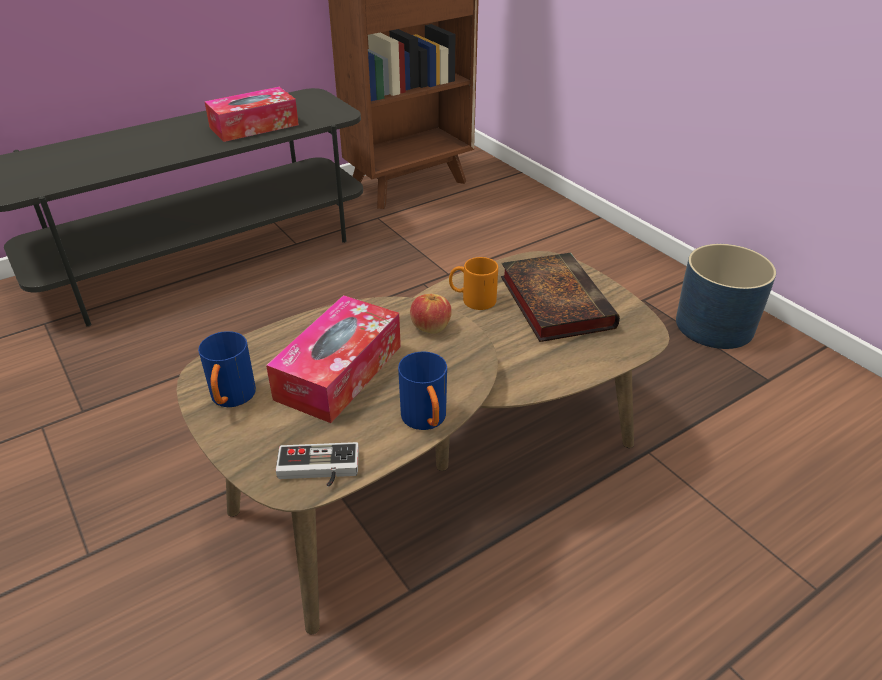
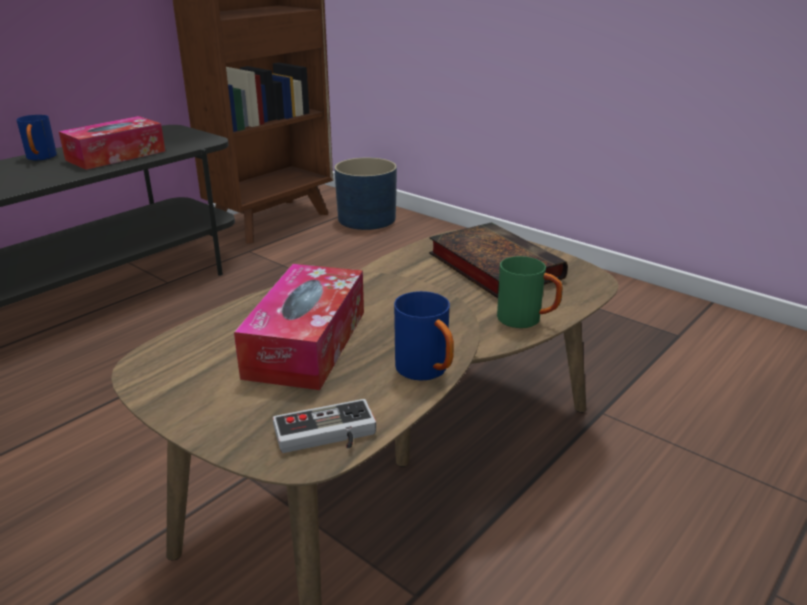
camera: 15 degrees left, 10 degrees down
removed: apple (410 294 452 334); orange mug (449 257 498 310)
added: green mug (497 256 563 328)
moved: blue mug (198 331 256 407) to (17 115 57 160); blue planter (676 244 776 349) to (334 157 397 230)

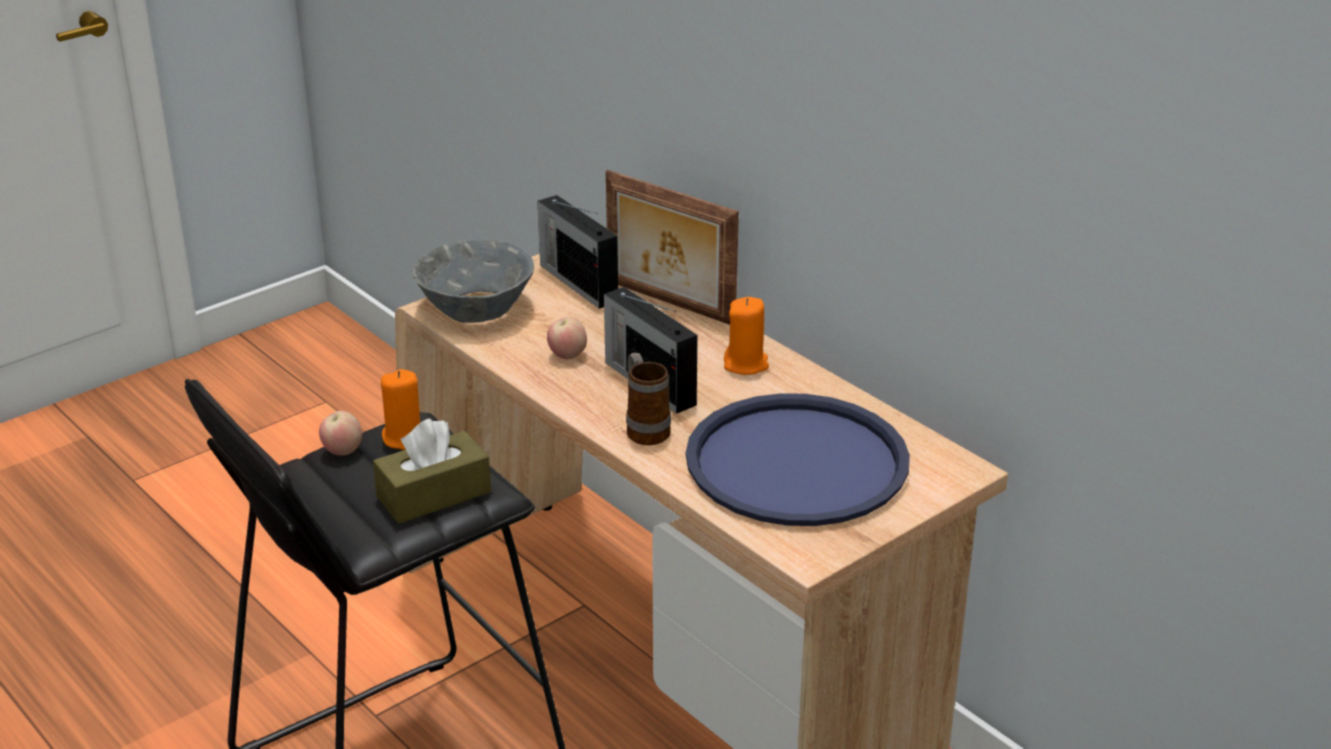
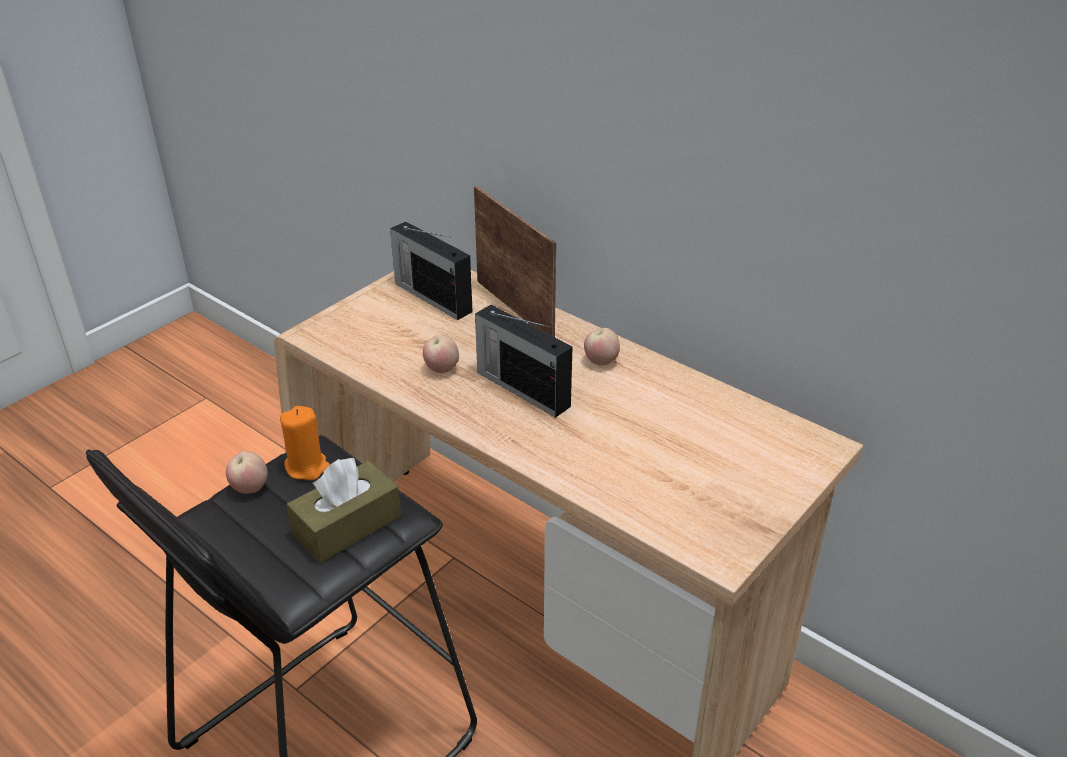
camera: 10 degrees left, 5 degrees up
removed: grey bowl (413 240 534 323); mug (626 353 671 445); blue tray (686 393 910 526)
replaced: orange candle (724 297 769 375) to apple (584 328 620 366)
turned: picture frame (606 170 739 325) = (474 186 556 337) 150 degrees counterclockwise

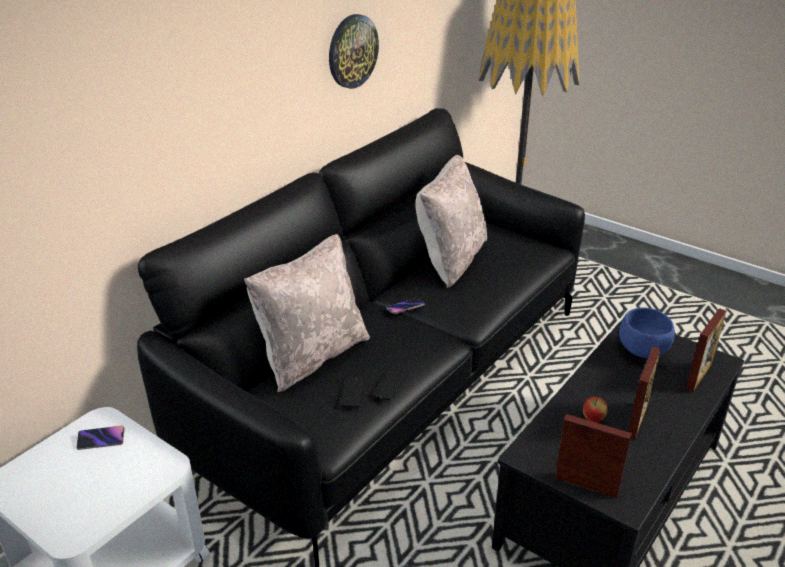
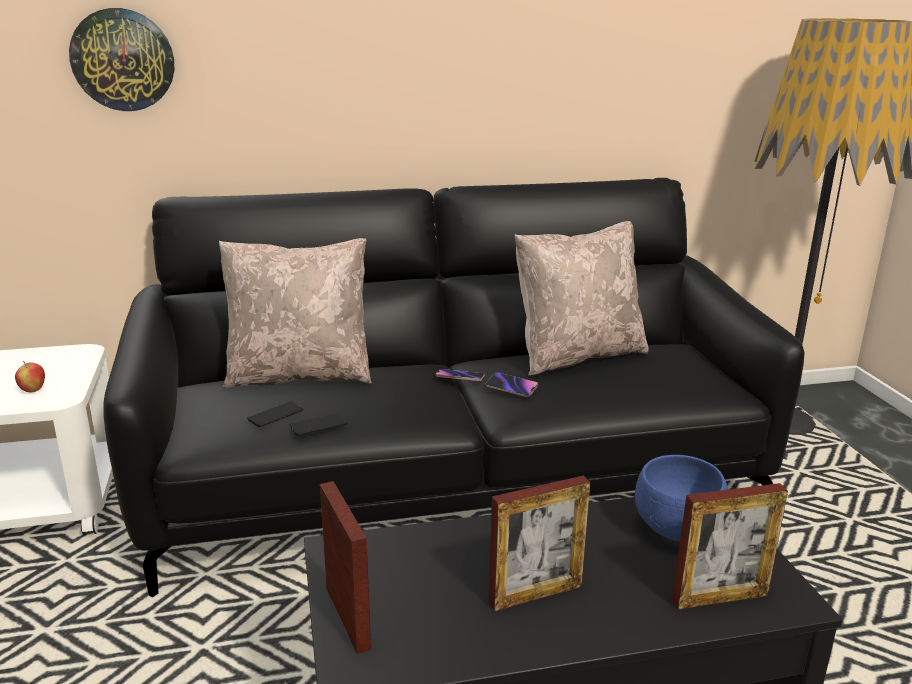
camera: 40 degrees right, 10 degrees down
moved: phone (76 426 125 450) to (486 372 538 397); wall clock (329 14 379 89) to (69 8 174 111); apple (583 397 608 423) to (15 361 45 392)

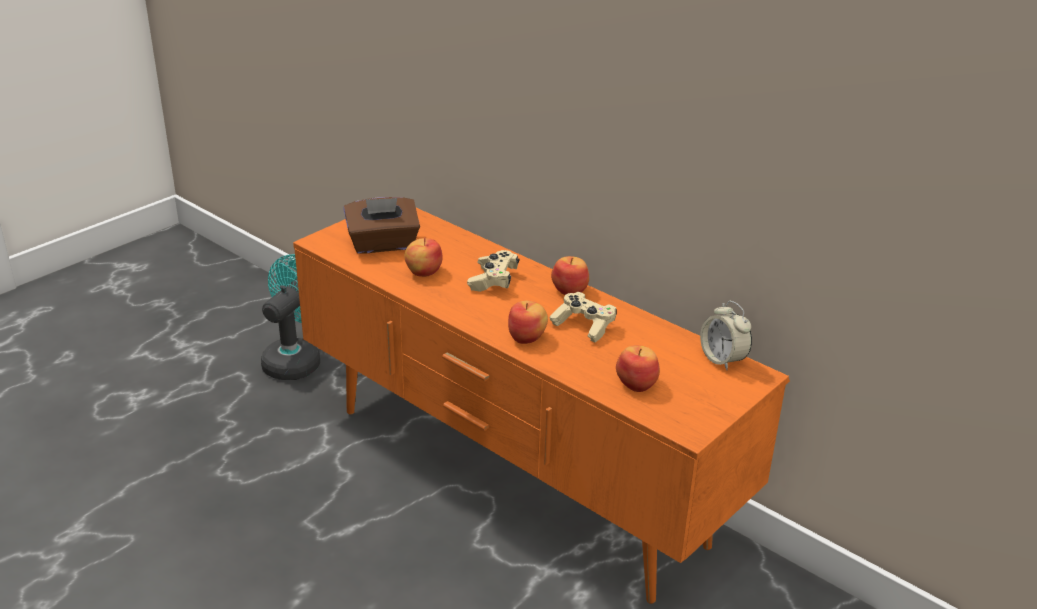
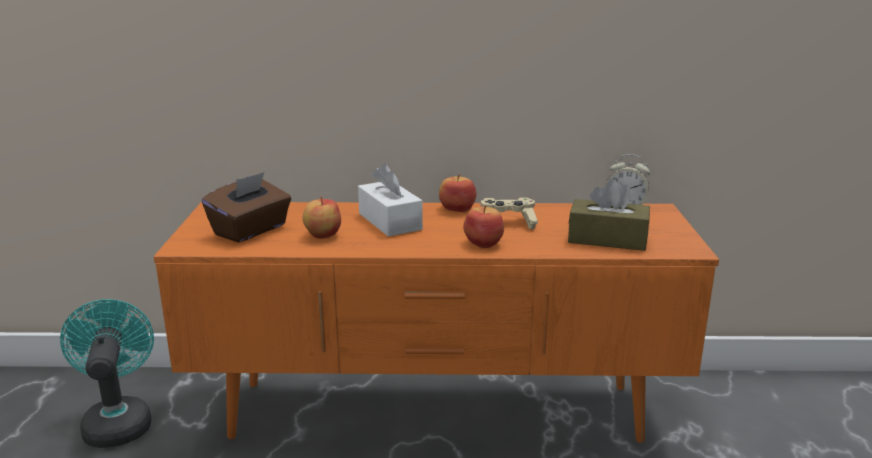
camera: 40 degrees left, 10 degrees down
replaced: beige game controller (467 250 519 292) to white tissue box (358 164 423 237); apple (616 345 660 392) to brown tissue box (568 179 650 251)

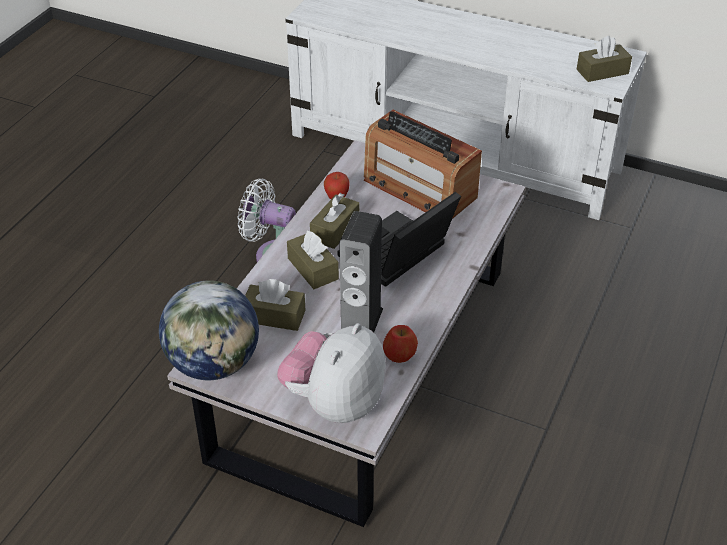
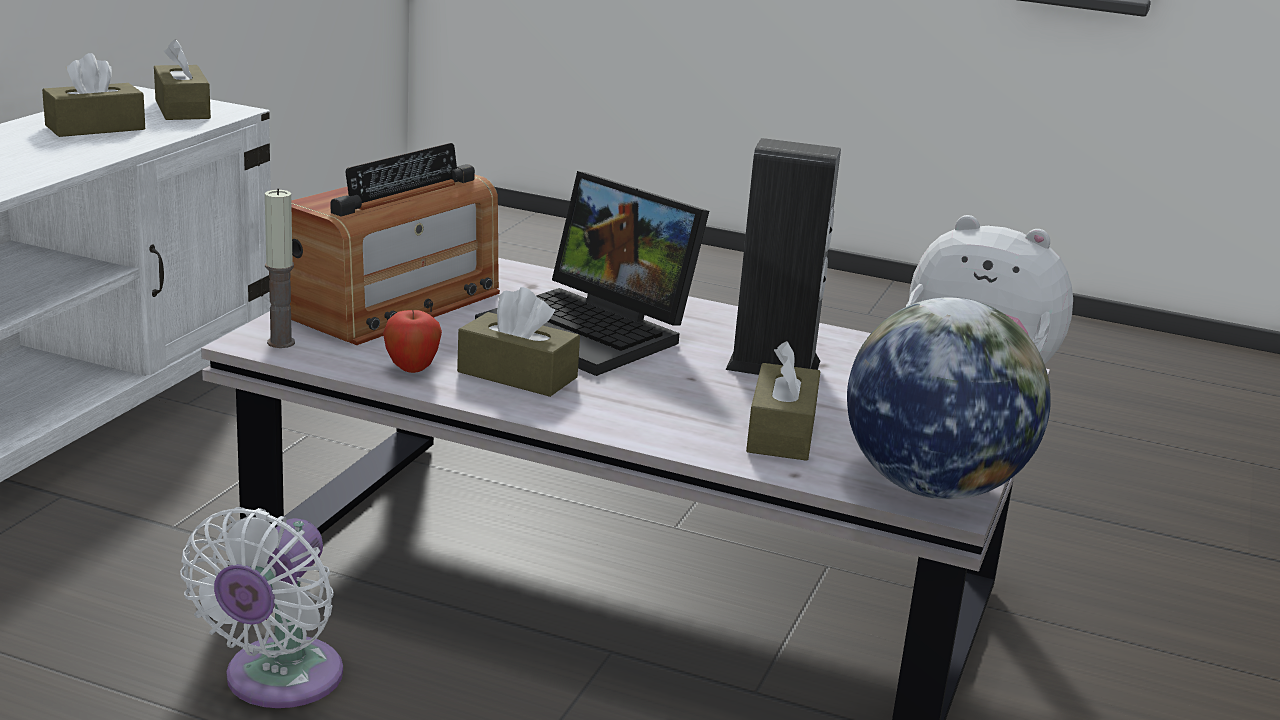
camera: 95 degrees left, 20 degrees down
removed: apple (383 325 418 363)
added: candle (265 188 295 348)
moved: brown tissue box (287 231 339 289) to (42 53 145 137)

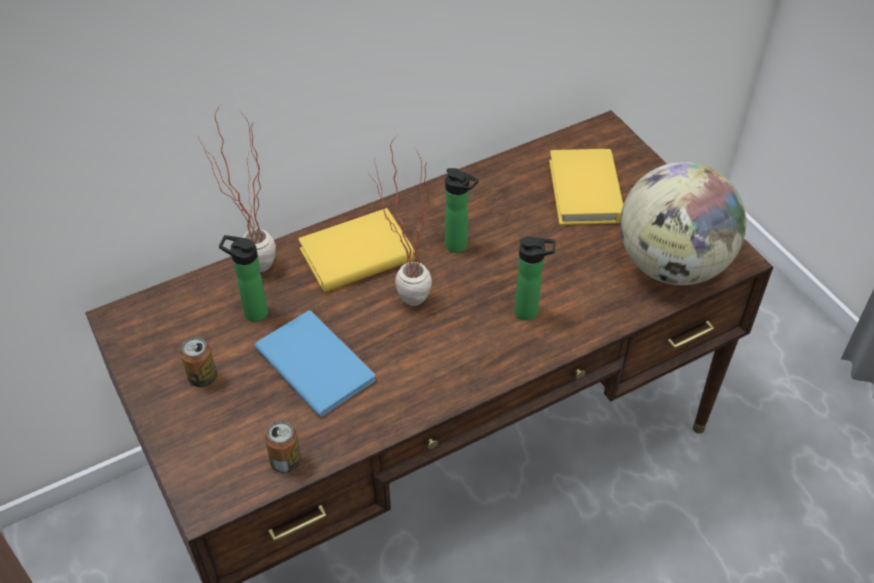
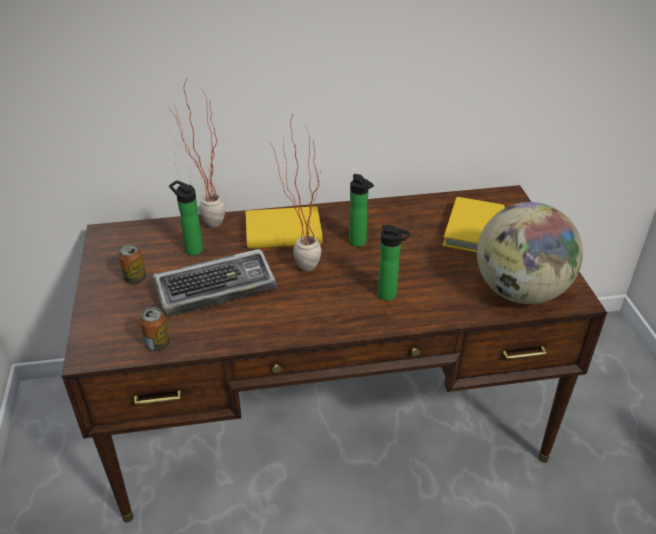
camera: 20 degrees right, 10 degrees down
replaced: blue book (254 310 375 417) to keyboard (152 249 276 317)

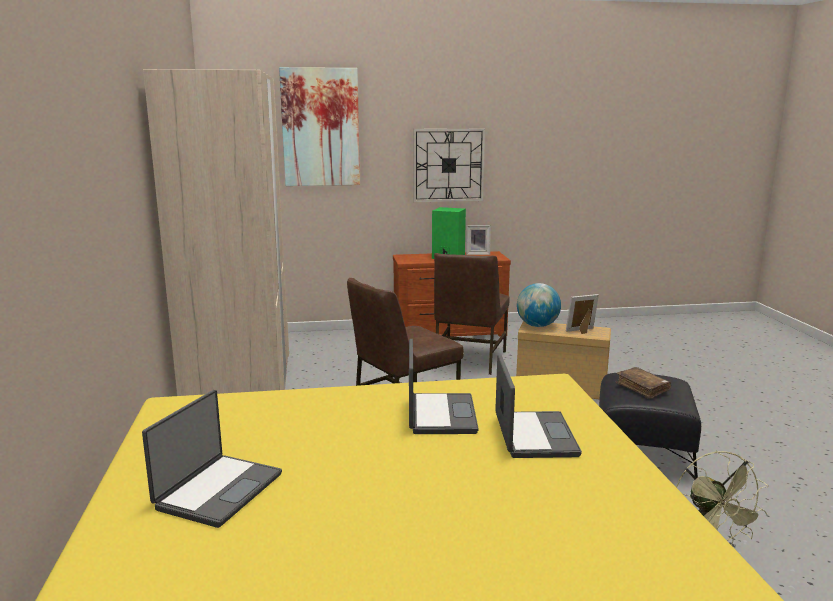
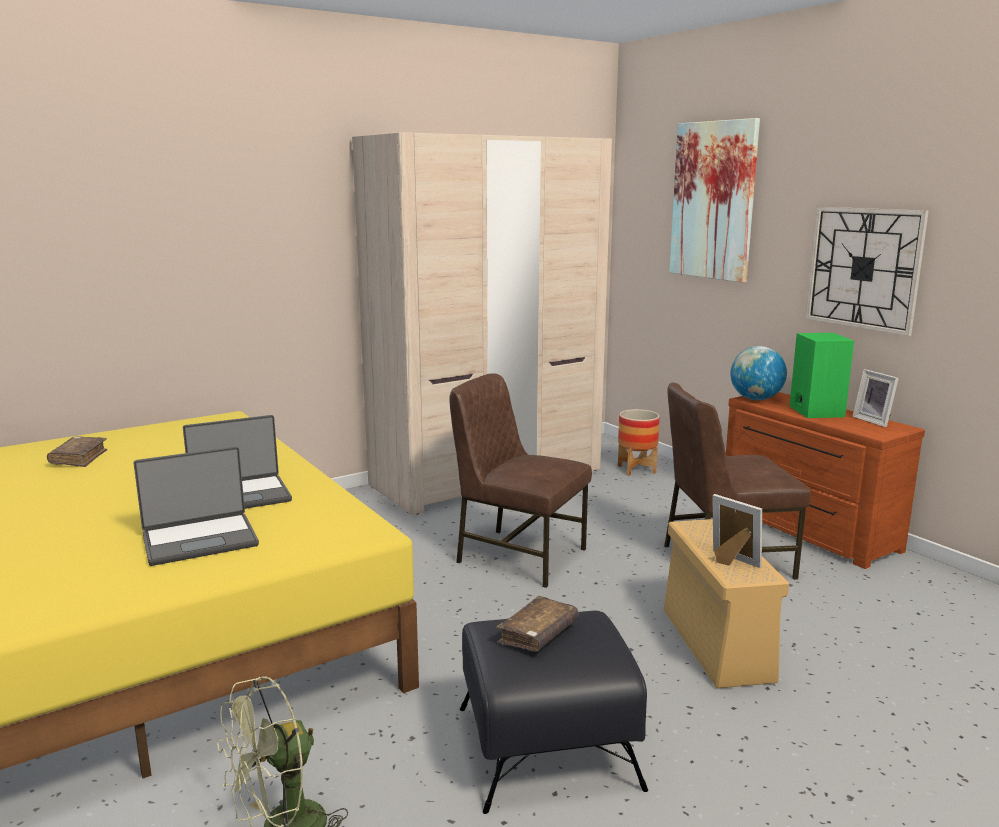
camera: 65 degrees right, 0 degrees up
added: planter (618 409 660 476)
moved: globe (517 283 561 327) to (730 346 787 400)
replaced: laptop (142 390 282 528) to brown book (47 436 107 467)

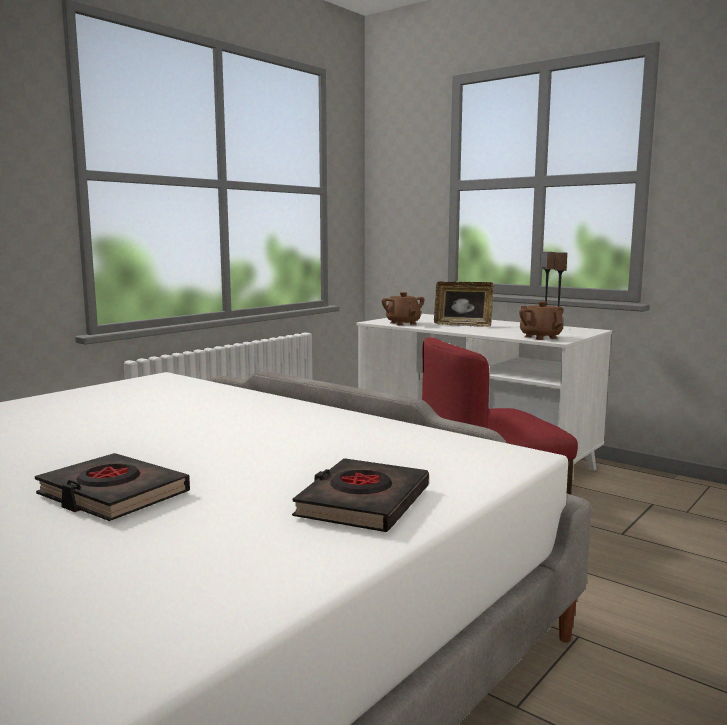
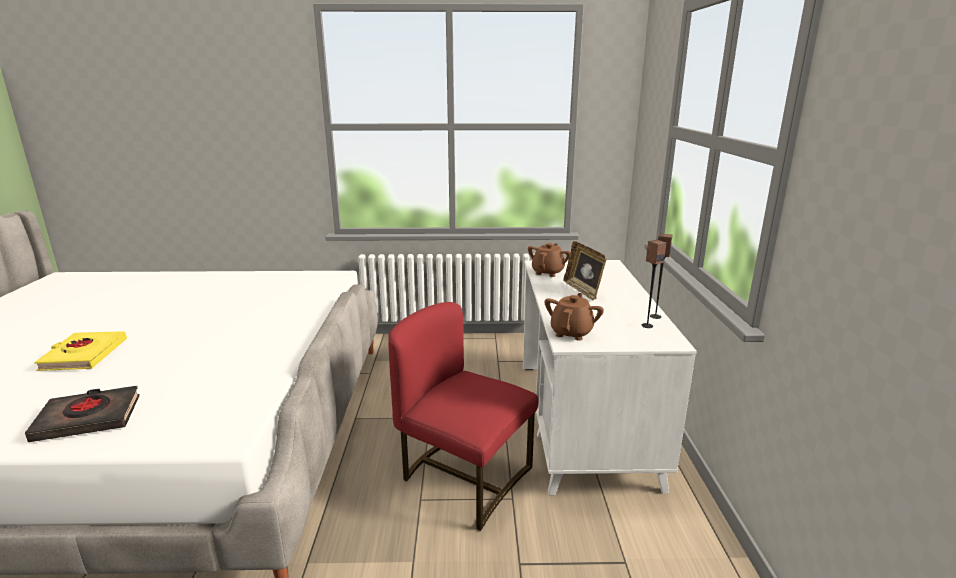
camera: 50 degrees right, 10 degrees up
recoloured: black book (35 453 190 521) to yellow book (34 331 127 371)

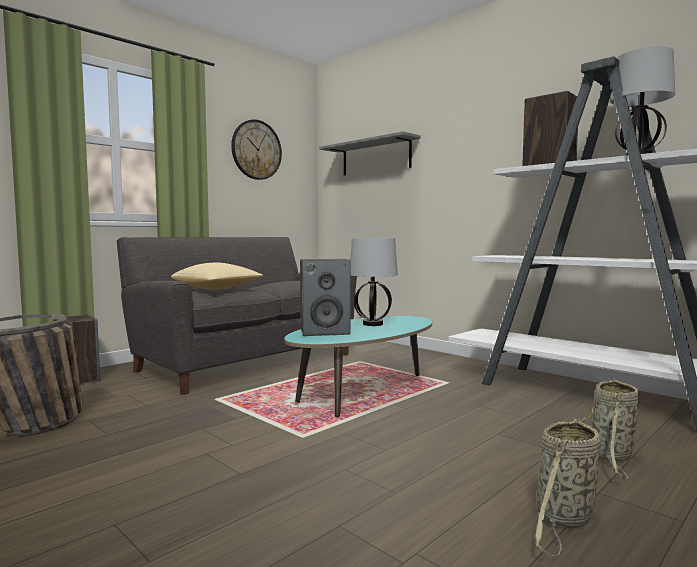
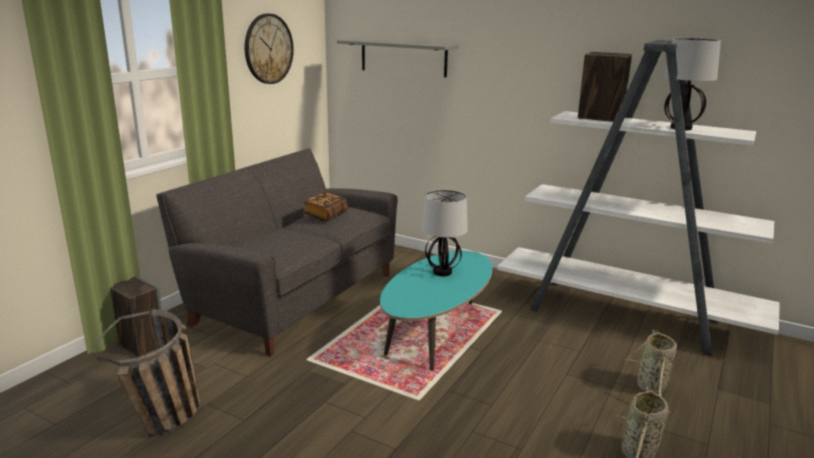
camera: 15 degrees left, 15 degrees up
removed: pillow (171 263 263 290); speaker (300 259 350 336)
added: book (304 192 348 222)

